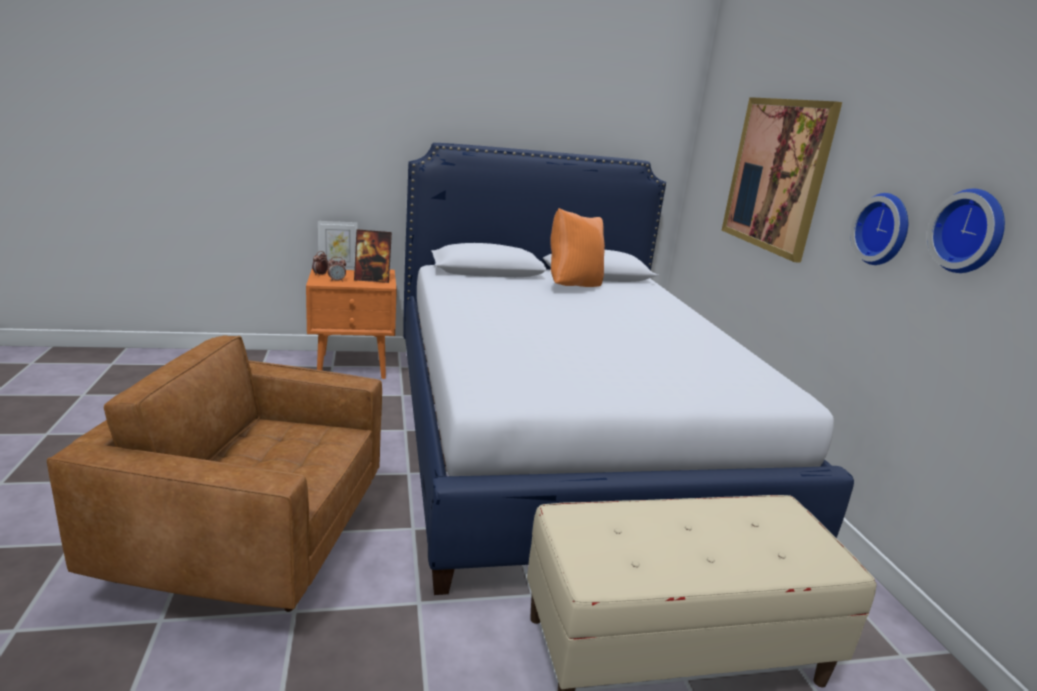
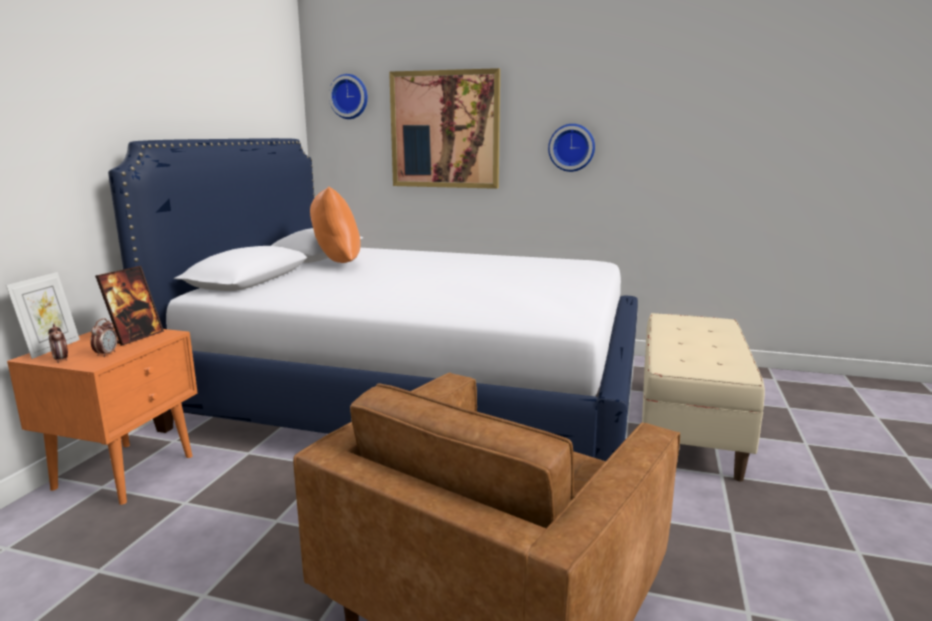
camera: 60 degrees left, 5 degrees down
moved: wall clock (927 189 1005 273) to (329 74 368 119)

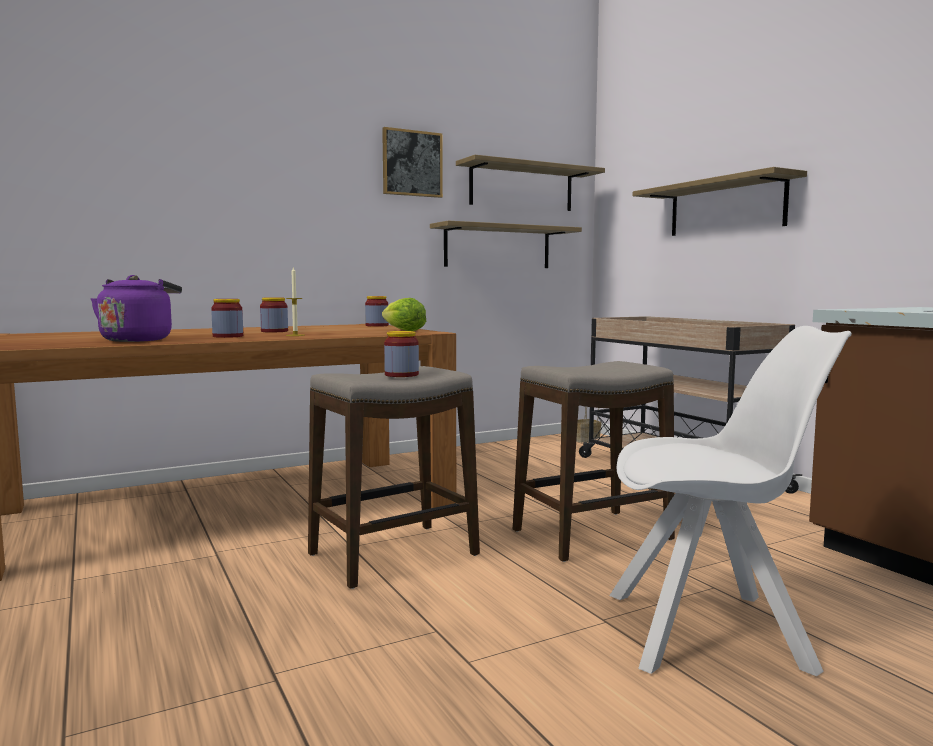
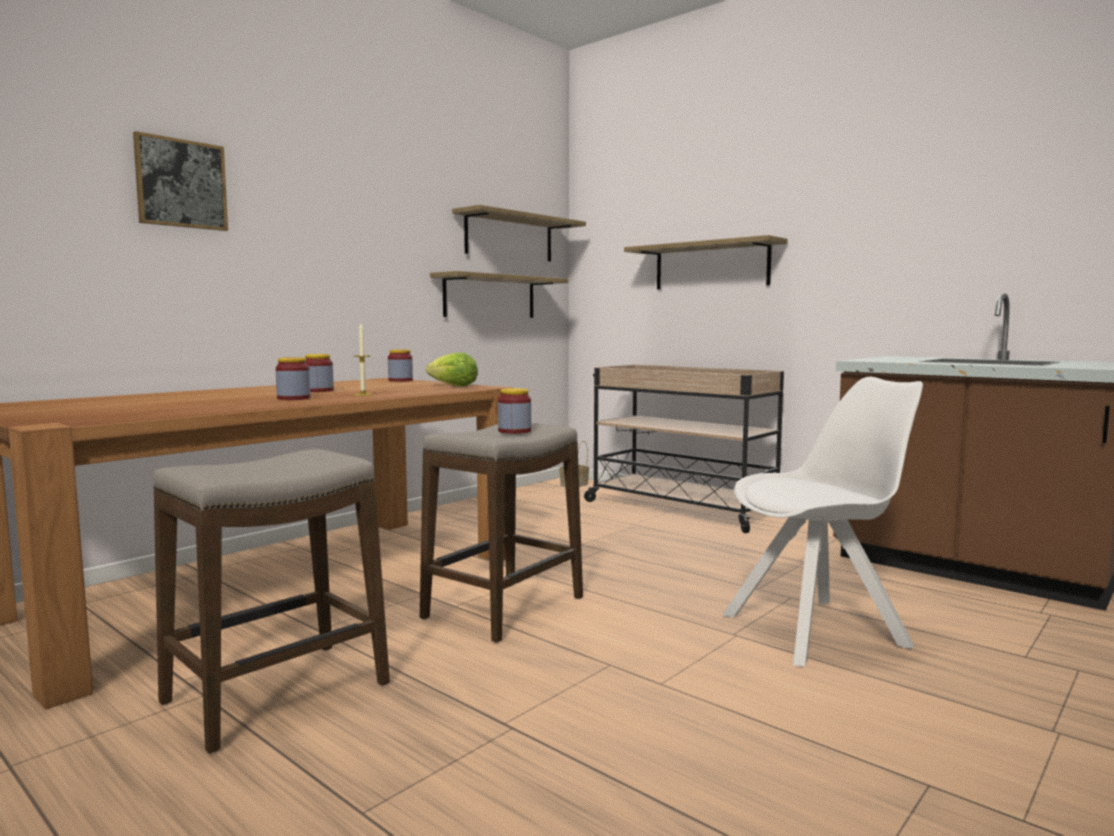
camera: 20 degrees left, 0 degrees up
removed: purple kettle (91 275 182 342)
moved: picture (382 127 443 198) to (133 131 228 231); stool (513 361 675 562) to (153 449 390 754)

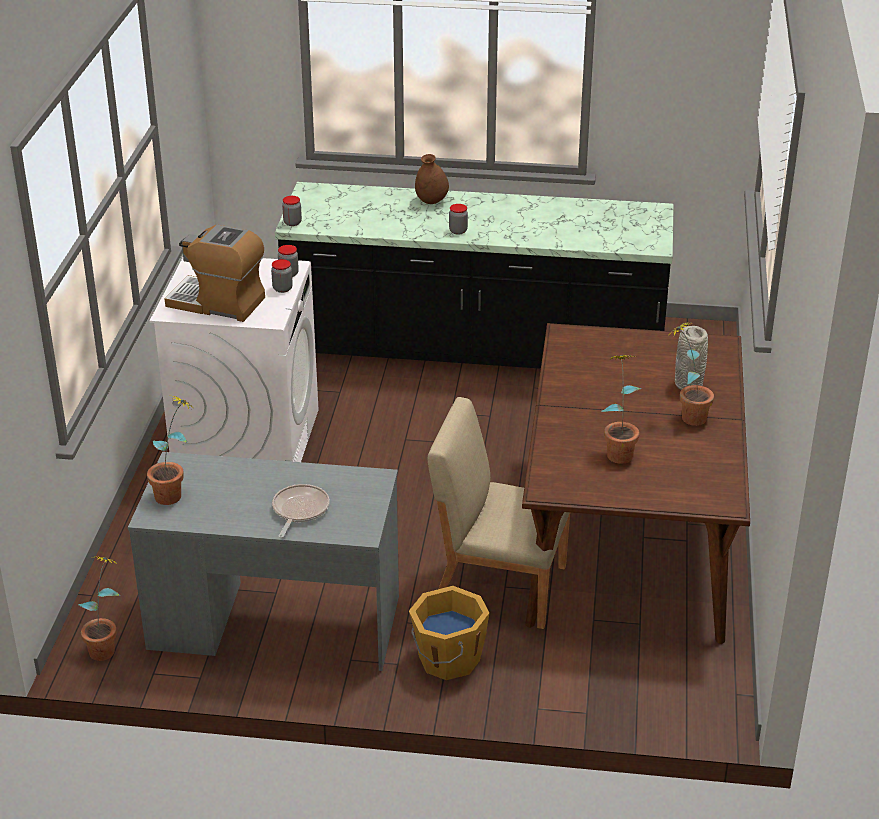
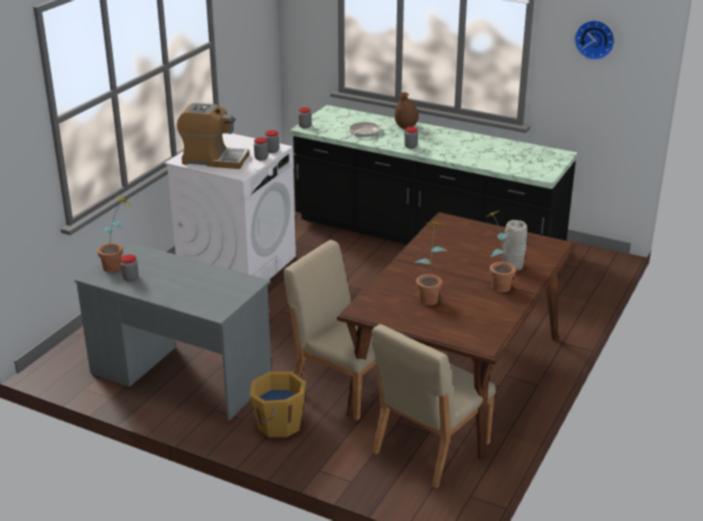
camera: 20 degrees right, 5 degrees down
removed: potted plant (78 556 120 661)
added: jar (120 255 139 282); beige chair (372 324 496 488); wall clock (574 20 615 60)
moved: frying pan (272 484 330 538) to (345 122 381 139)
turned: coffee machine (165 225 265 322) = (177 103 249 169) 150 degrees clockwise

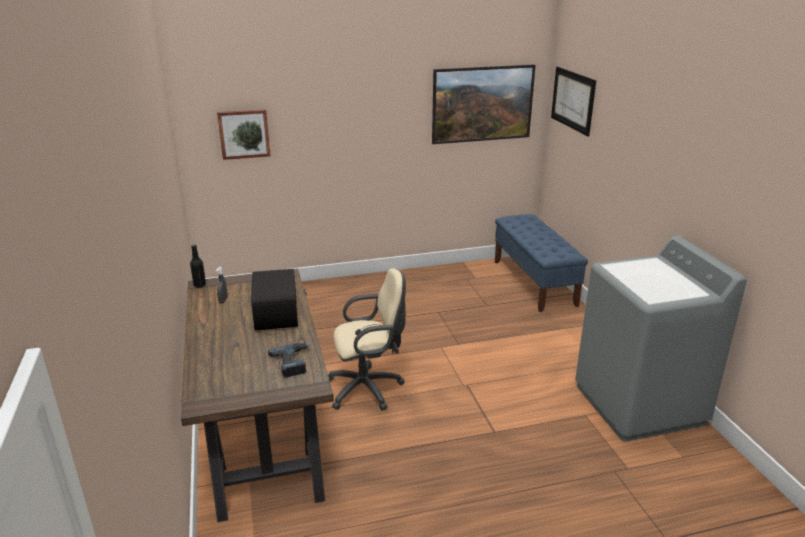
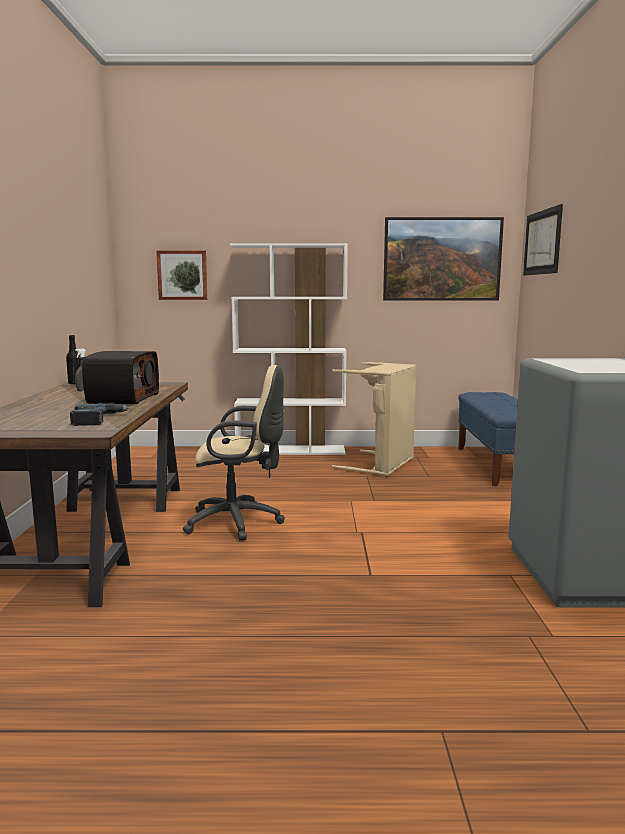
camera: 15 degrees right, 15 degrees down
added: white bookcase (230 243 348 455); beige laundry basket (332 362 417 476)

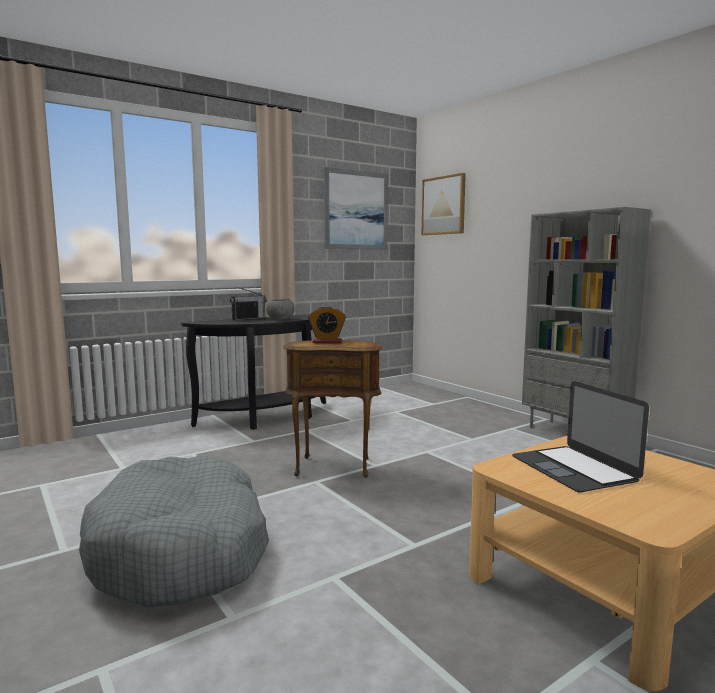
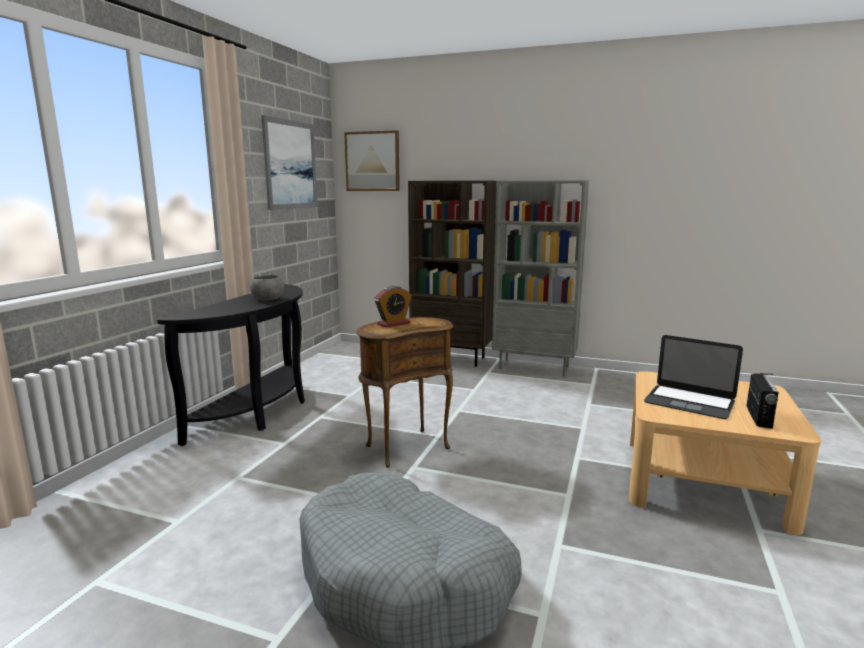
camera: 35 degrees left, 5 degrees up
added: brown bookcase (408 180 497 367)
moved: radio (230 287 267 320) to (746 373 779 429)

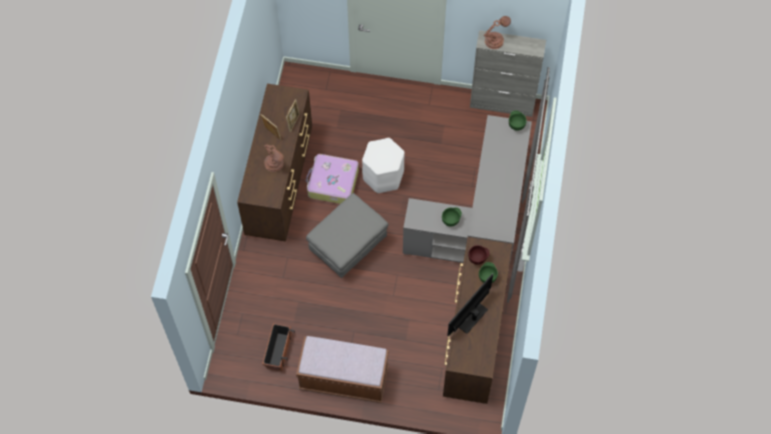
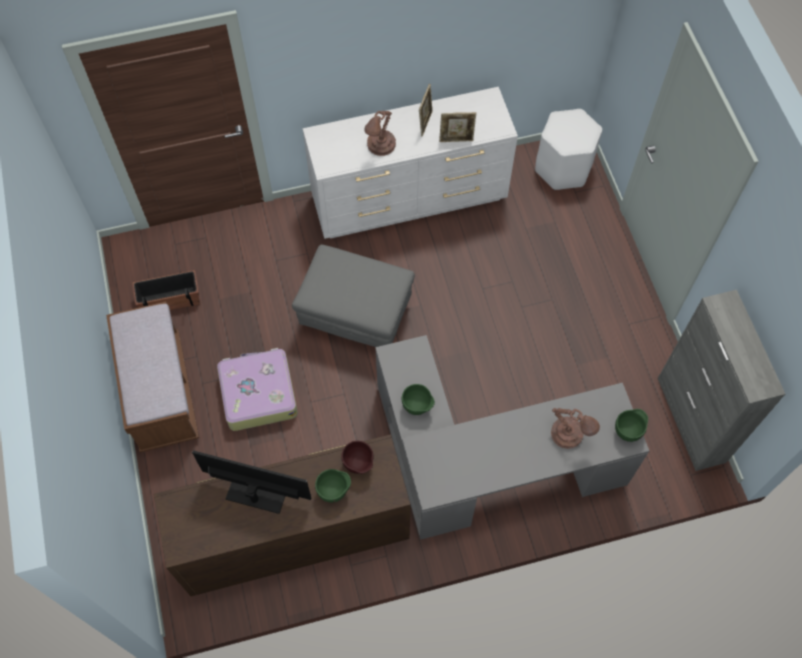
camera: 65 degrees right, 0 degrees up
moved: suitcase (306 154 359 204) to (217 348 298 431); white stool (362 138 405 193) to (535 109 602 190); brown table lamp (484 16 511 49) to (551 408 600 449)
recoloured: brown dresser (237 84 312 241) to white dresser (303 87 518 239)

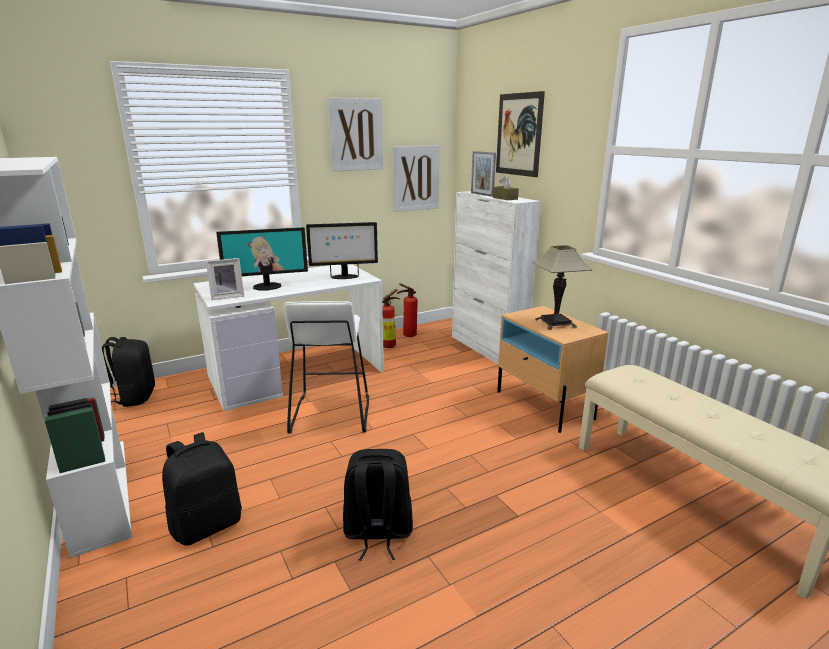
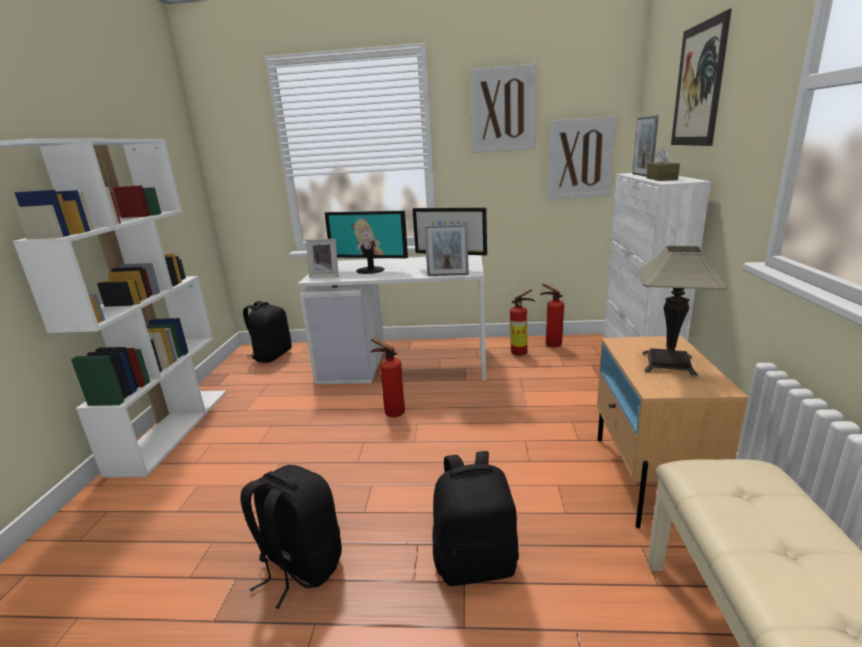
camera: 35 degrees right, 0 degrees up
added: picture frame (424 224 469 276)
moved: black backpack (162 432 242 546) to (433 451 519 586)
replaced: white stool (284 301 369 434) to fire extinguisher (370 337 405 417)

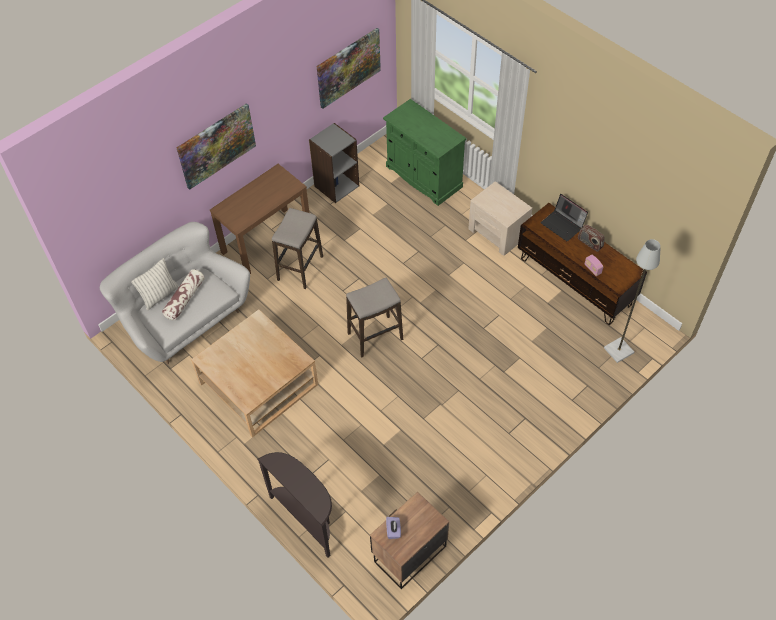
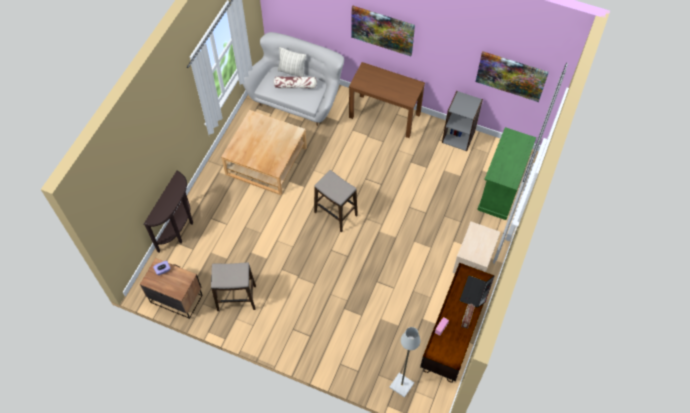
camera: 65 degrees right, 5 degrees up
moved: stool (272 208 323 289) to (211 263 256 311)

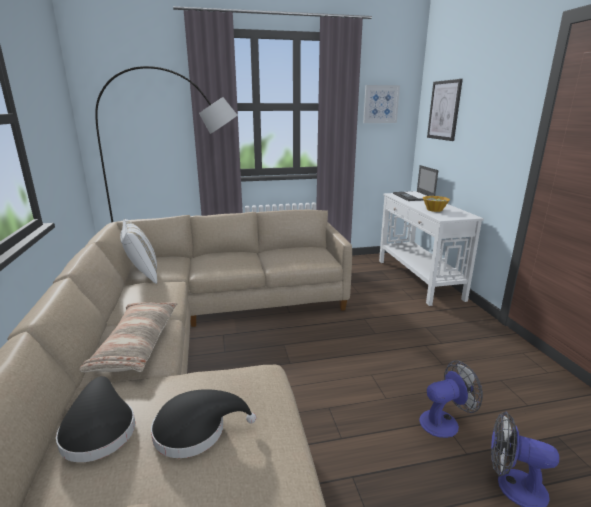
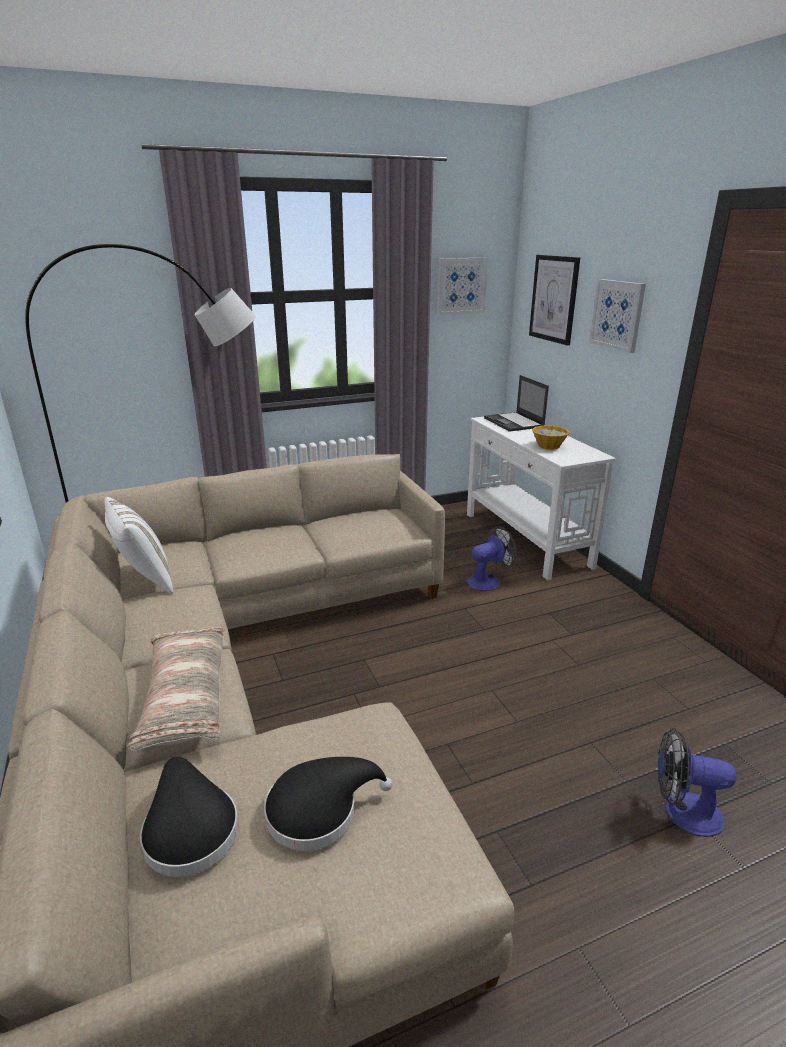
camera: 10 degrees left, 5 degrees up
added: picture (589 279 646 353)
moved: fan (419 360 483 438) to (467 526 517 591)

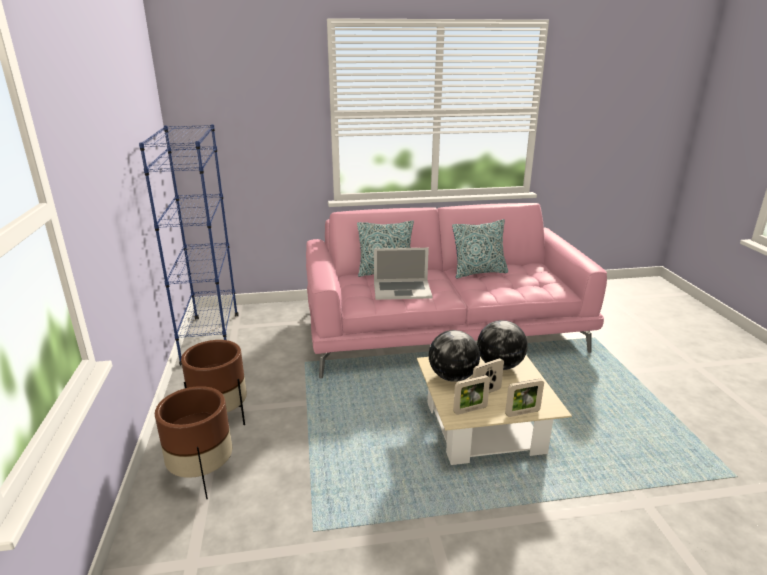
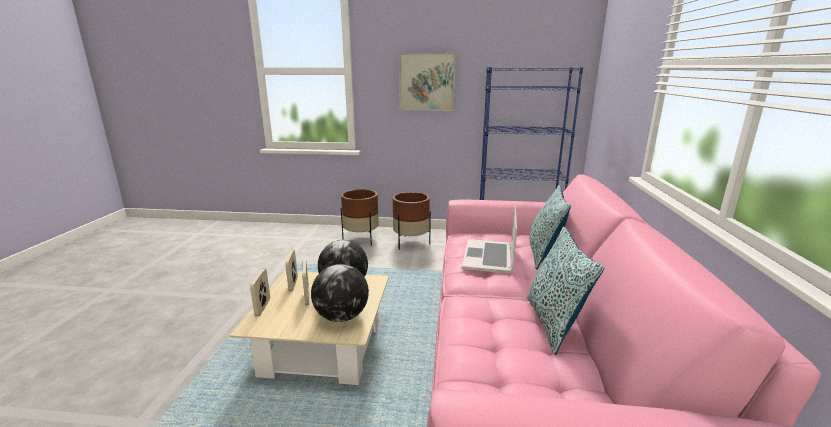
camera: 105 degrees right, 5 degrees down
added: picture (399 53 456 111)

